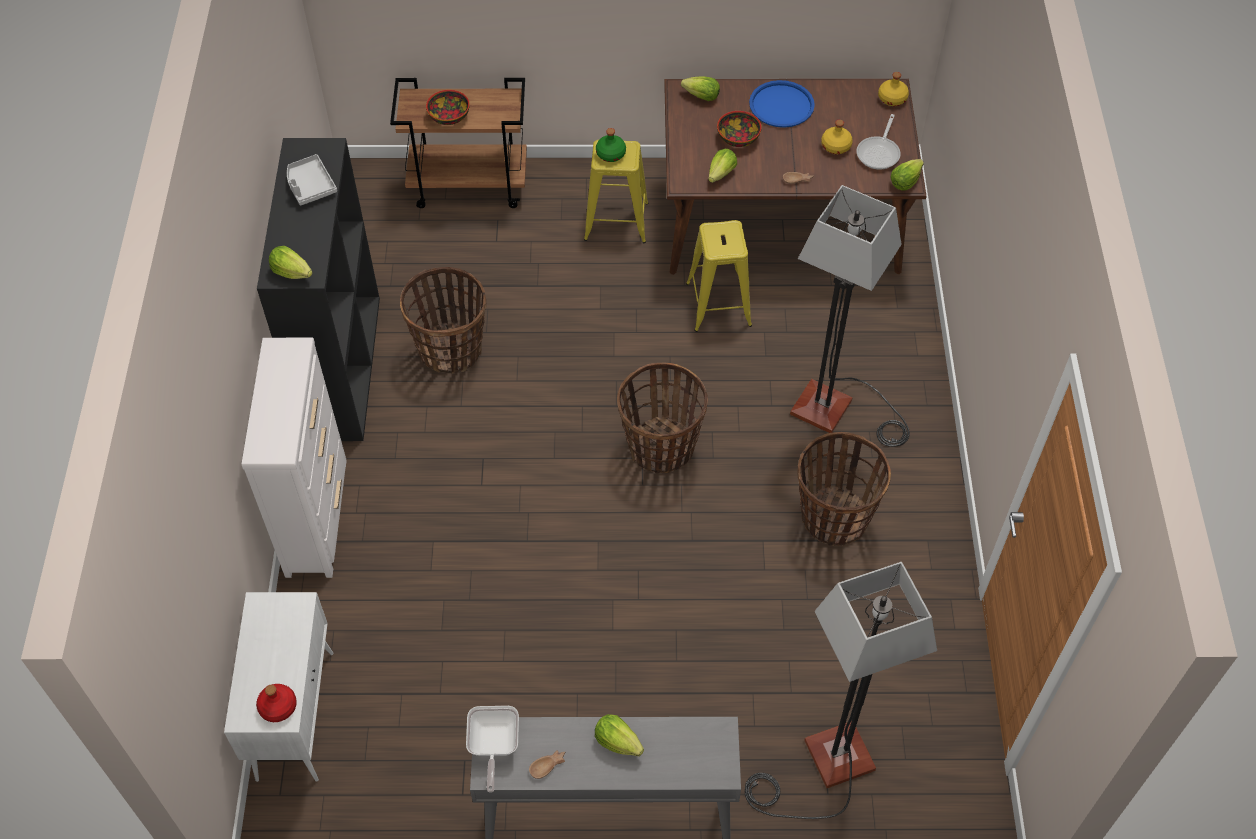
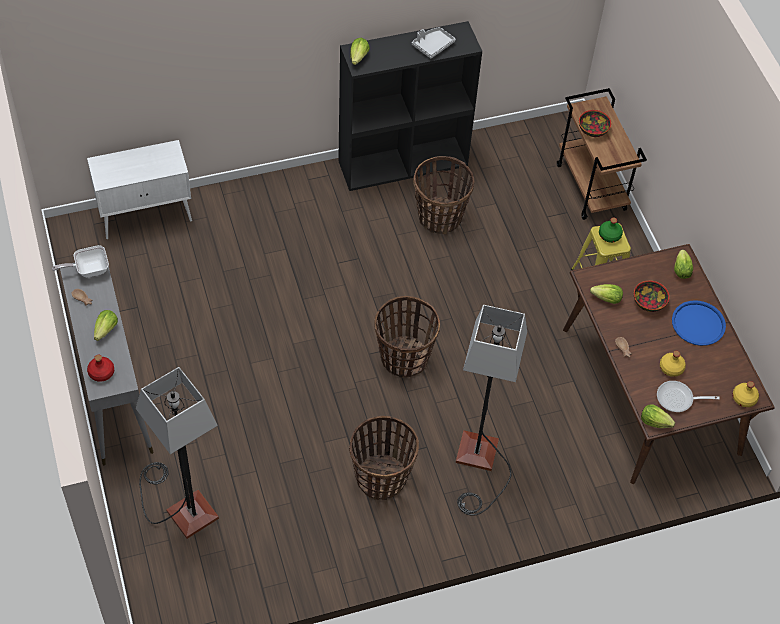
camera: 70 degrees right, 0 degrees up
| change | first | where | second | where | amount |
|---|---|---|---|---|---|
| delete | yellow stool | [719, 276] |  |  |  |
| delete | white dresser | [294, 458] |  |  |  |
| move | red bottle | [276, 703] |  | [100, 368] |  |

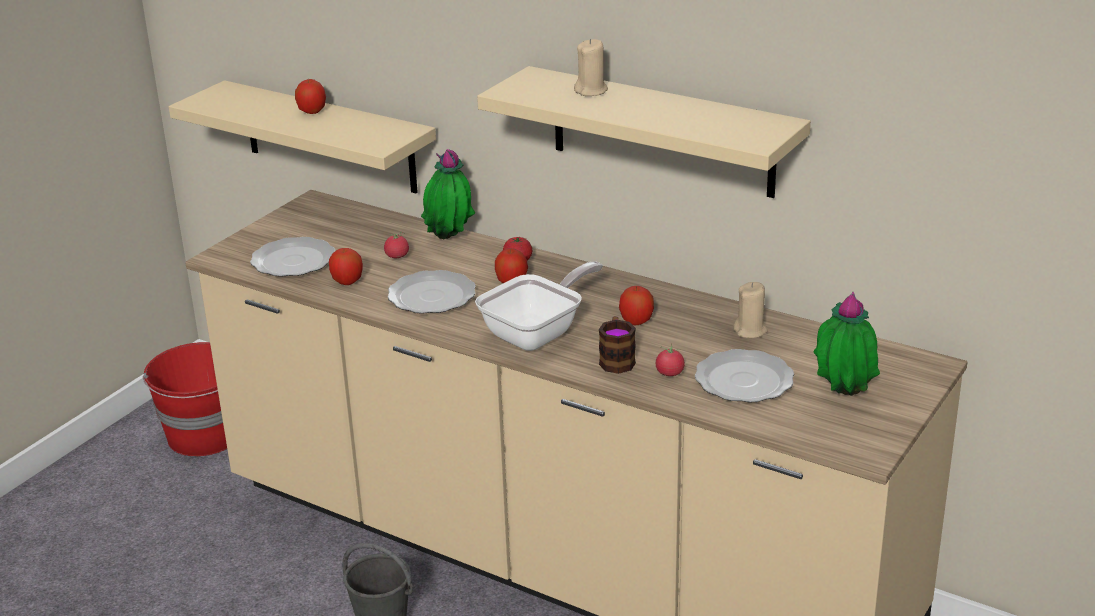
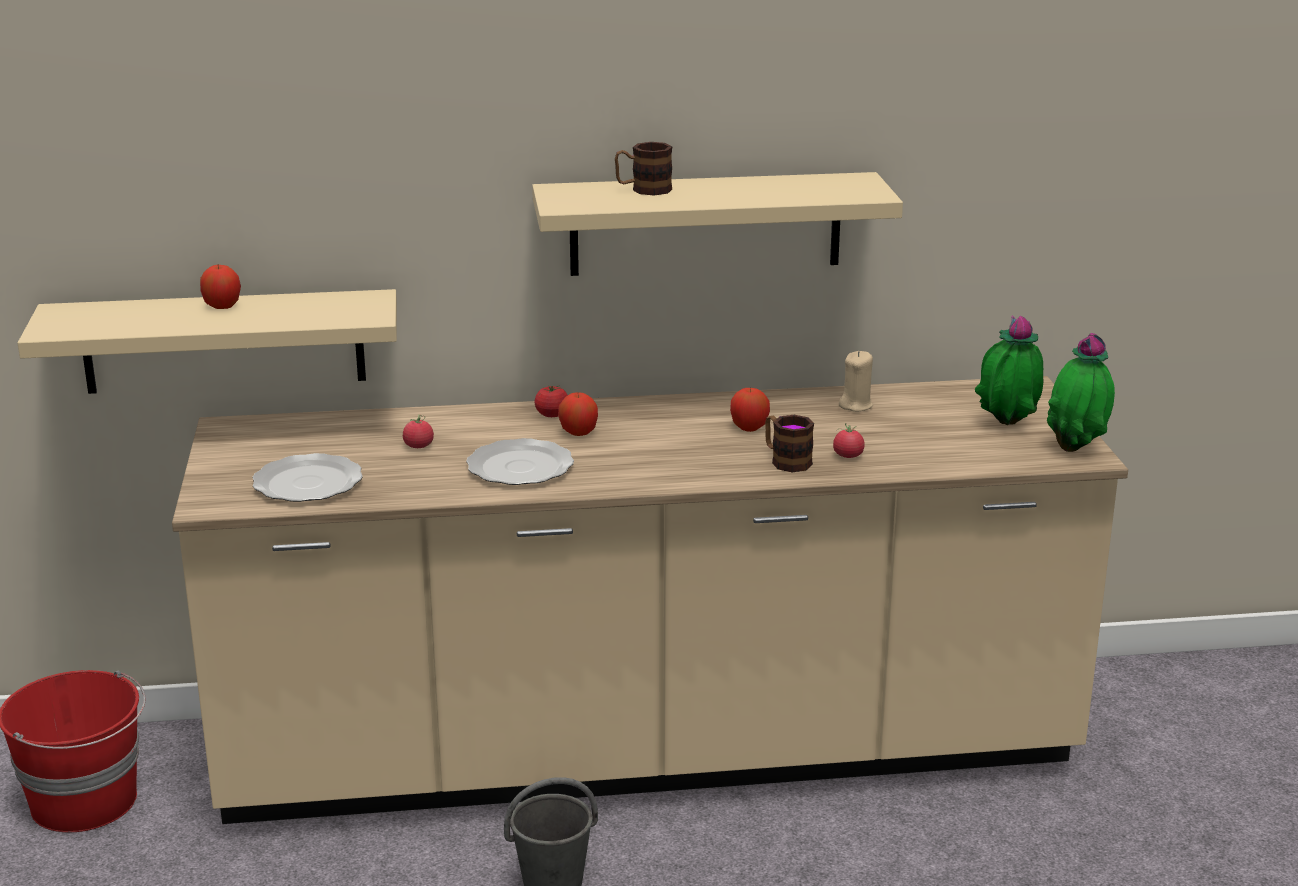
camera: 40 degrees left, 5 degrees down
| change | first | where | second | where | amount |
|---|---|---|---|---|---|
| replace | beige candle | [591, 67] | mug | [644, 169] |  |
| move | potted plant | [448, 194] |  | [1081, 392] |  |
| delete | apple | [346, 266] |  |  |  |
| delete | frying pan | [539, 306] |  |  |  |
| delete | plate | [744, 376] |  |  |  |

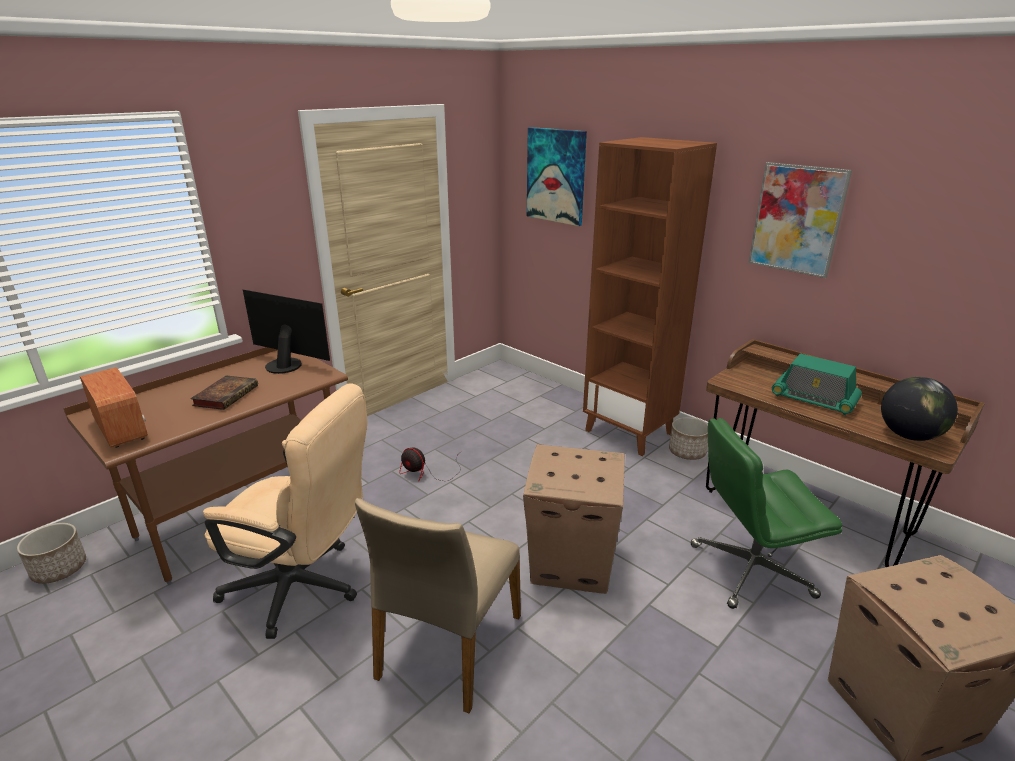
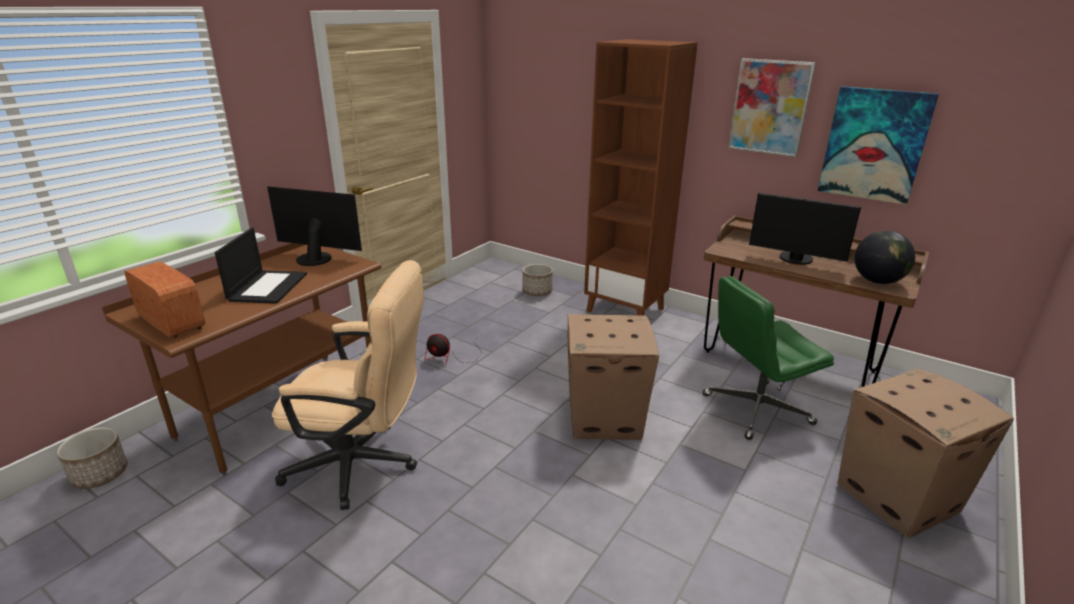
camera: 10 degrees left, 0 degrees up
| change | first | where | second | where | amount |
|---|---|---|---|---|---|
| move | picture | [557, 176] |  | [878, 145] |  |
| replace | radio | [817, 384] | monitor | [805, 229] |  |
| replace | book | [224, 392] | laptop | [261, 266] |  |
| move | planter | [688, 438] |  | [538, 280] |  |
| delete | beige chair | [438, 606] |  |  |  |

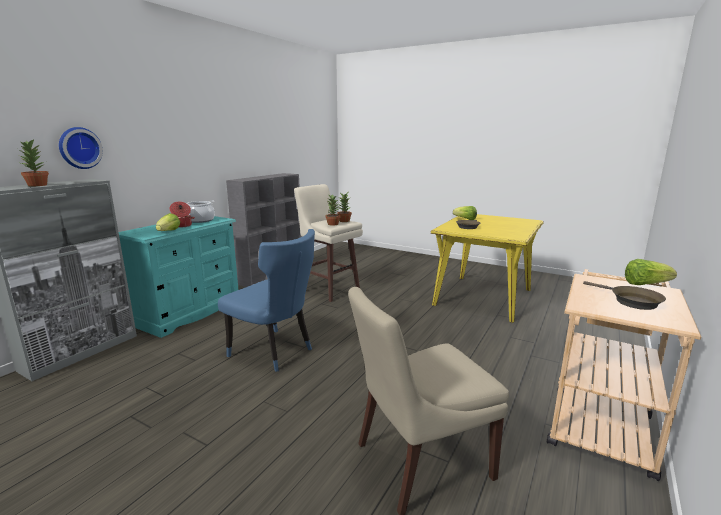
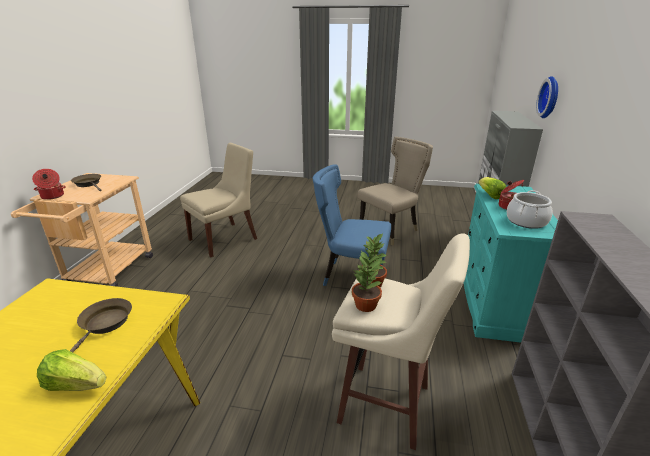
camera: 160 degrees right, 10 degrees up
| change | first | where | second | where | amount |
|---|---|---|---|---|---|
| delete | potted plant | [33, 162] |  |  |  |
| replace | lettuce | [651, 272] | cooking pot | [49, 184] |  |
| insert |  |  | beige chair | [395, 191] |  |

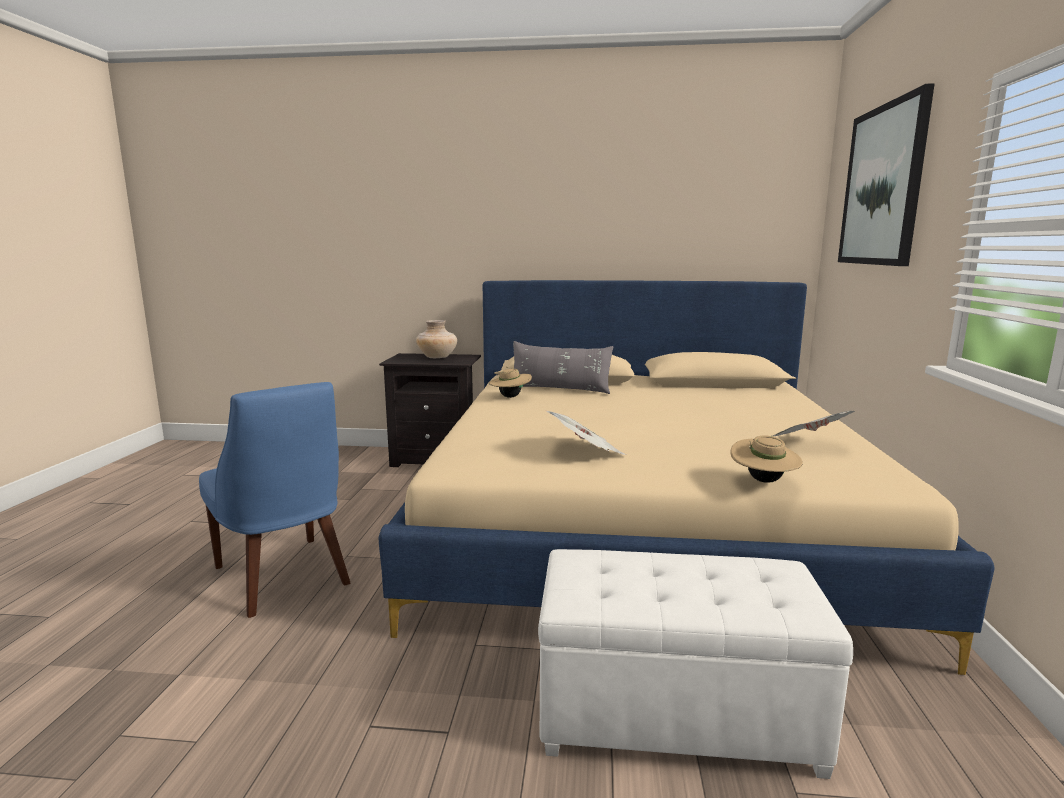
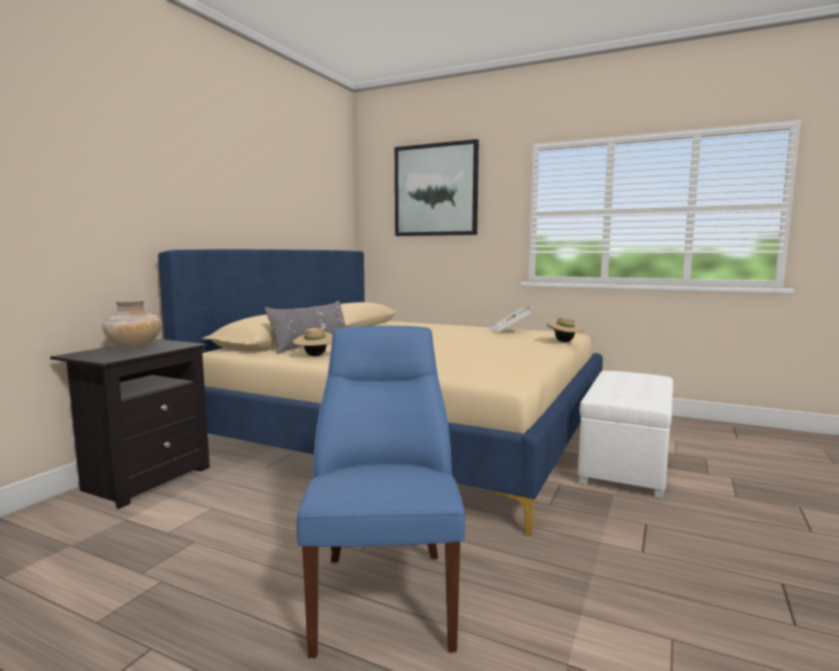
camera: 70 degrees left, 5 degrees down
| change | first | where | second | where | amount |
|---|---|---|---|---|---|
| rotate | blue chair | [275, 500] |  | [381, 492] | 75 degrees counterclockwise |
| delete | newspaper | [586, 433] |  |  |  |

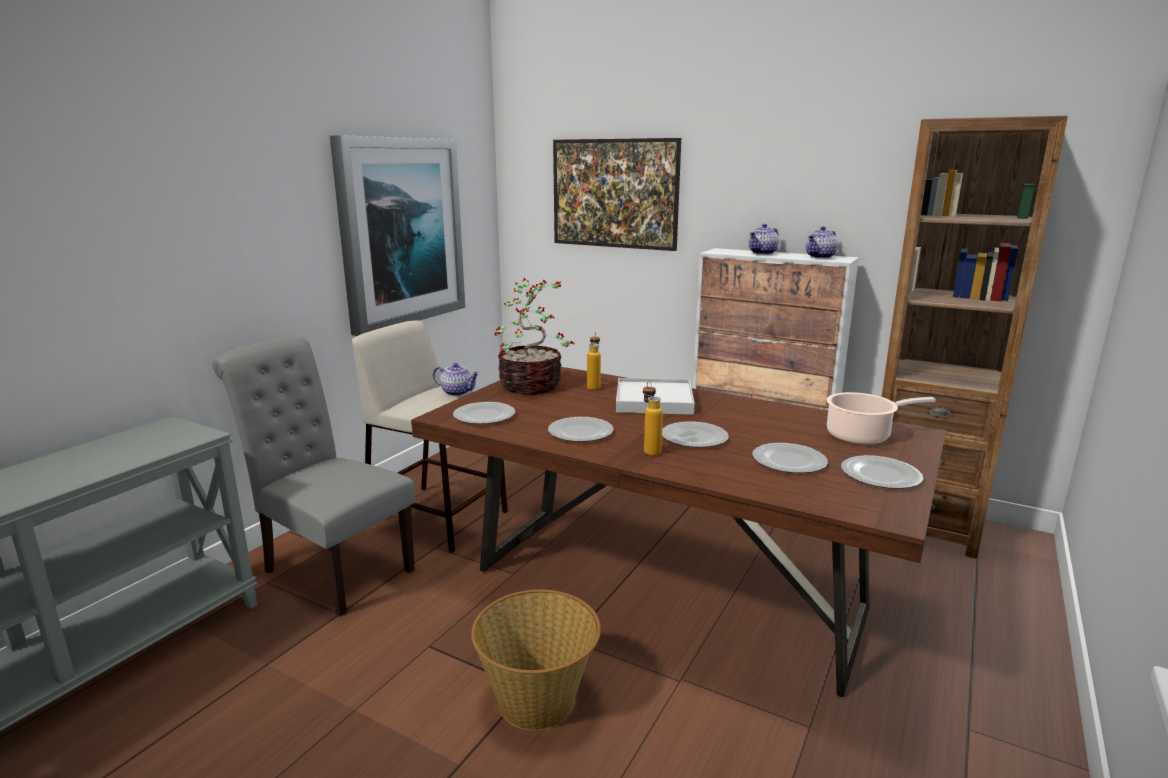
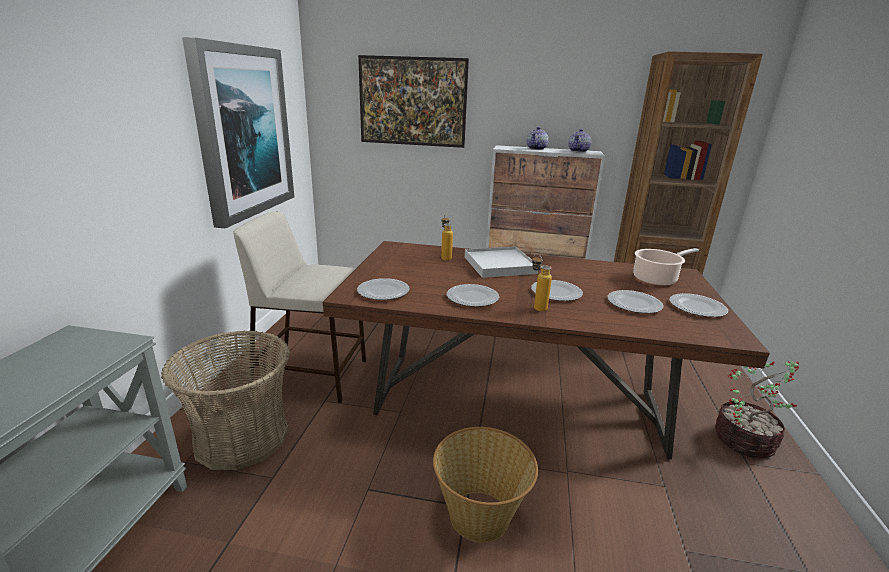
camera: 20 degrees left, 5 degrees up
| change | first | where | second | where | amount |
|---|---|---|---|---|---|
| move | potted plant | [534, 336] |  | [757, 409] |  |
| replace | grey chair | [313, 476] | basket | [225, 400] |  |
| delete | teapot | [456, 379] |  |  |  |

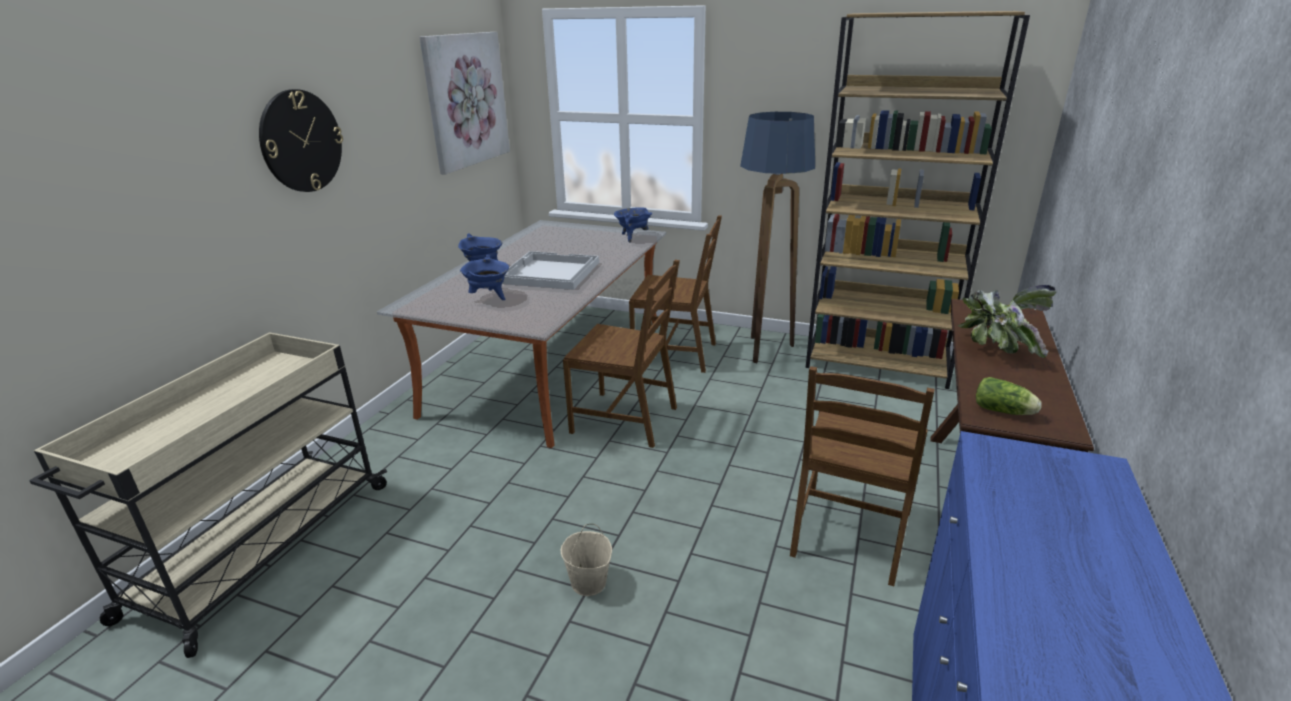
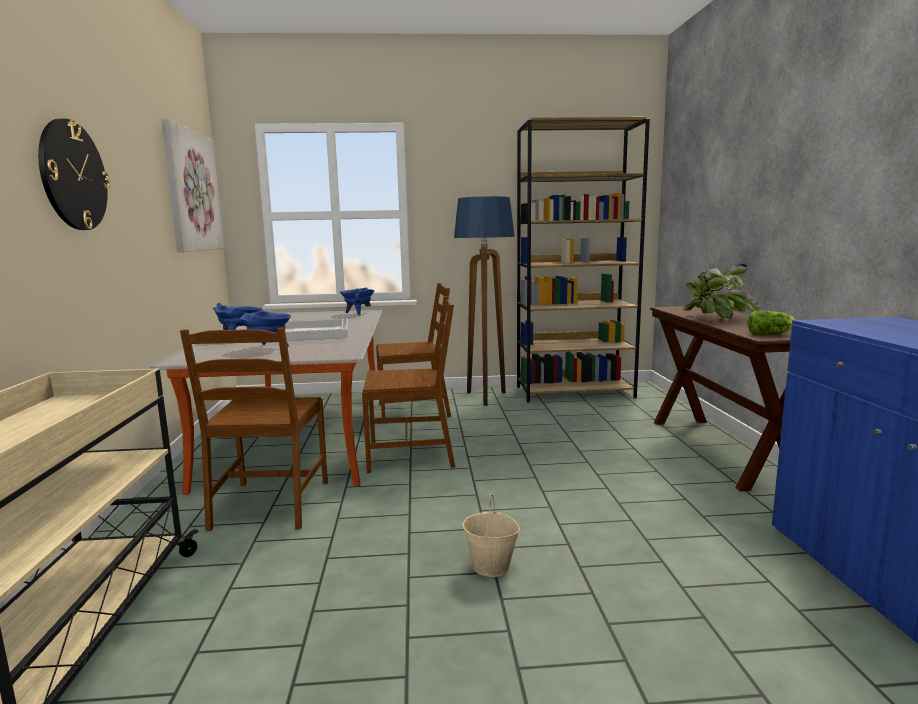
camera: 25 degrees left, 15 degrees down
| change | first | where | second | where | amount |
|---|---|---|---|---|---|
| move | brown chair | [862, 476] |  | [254, 429] |  |

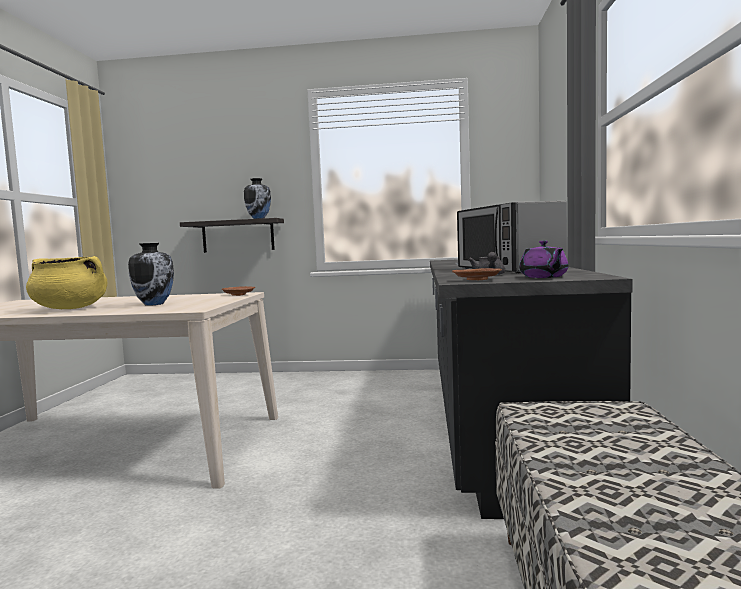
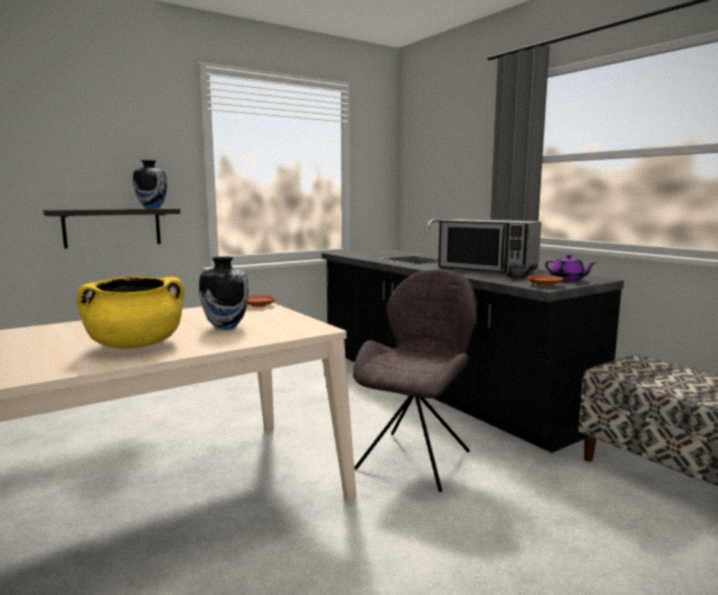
camera: 40 degrees left, 5 degrees up
| change | first | where | second | where | amount |
|---|---|---|---|---|---|
| insert |  |  | grey chair | [415, 380] |  |

